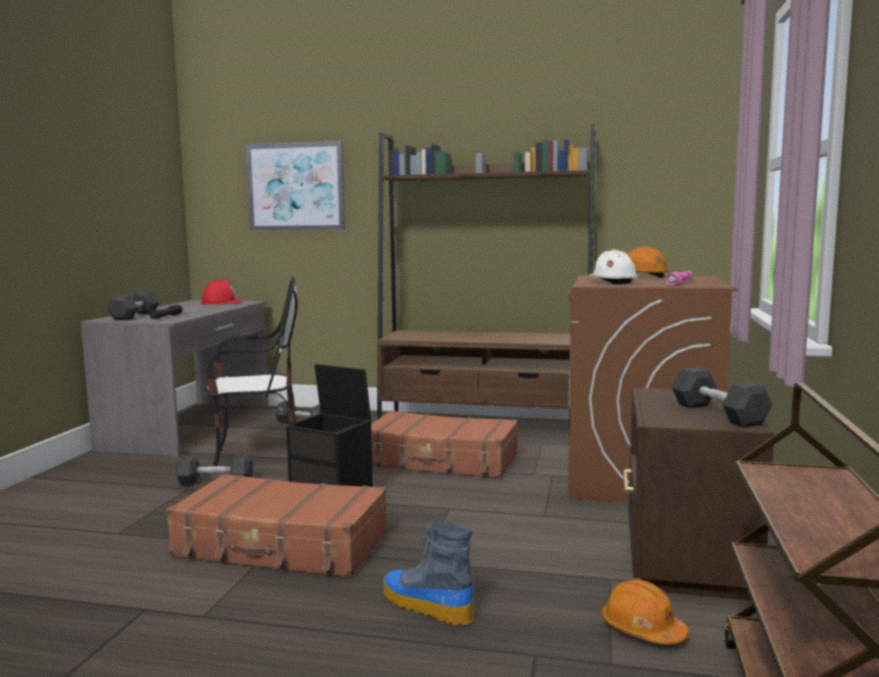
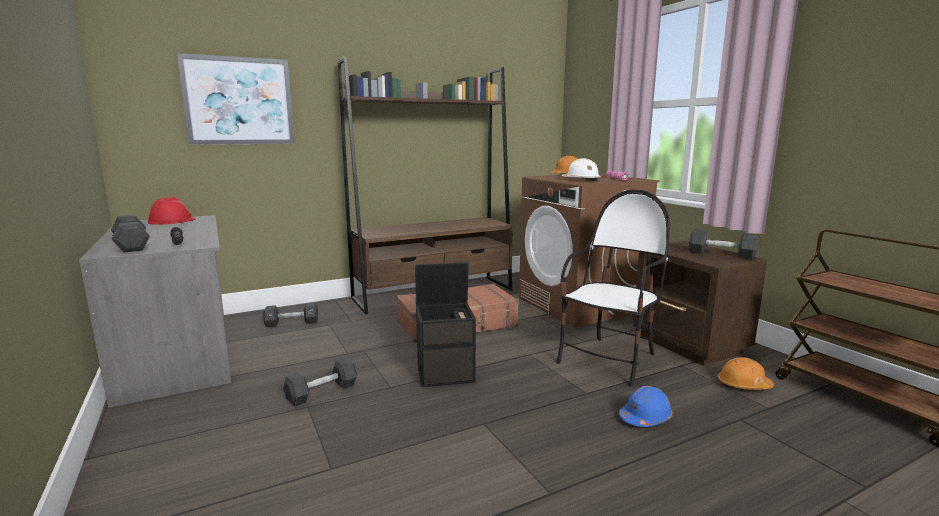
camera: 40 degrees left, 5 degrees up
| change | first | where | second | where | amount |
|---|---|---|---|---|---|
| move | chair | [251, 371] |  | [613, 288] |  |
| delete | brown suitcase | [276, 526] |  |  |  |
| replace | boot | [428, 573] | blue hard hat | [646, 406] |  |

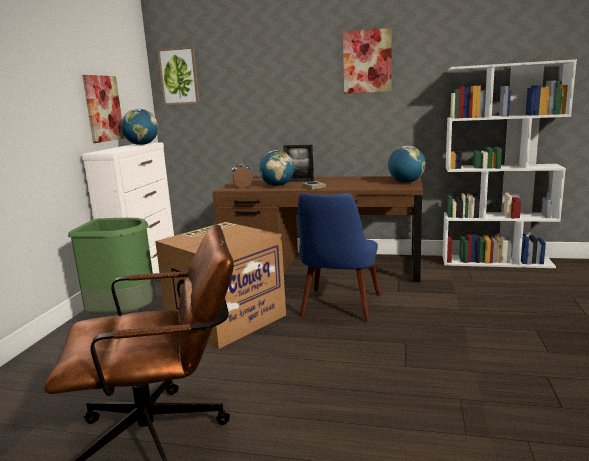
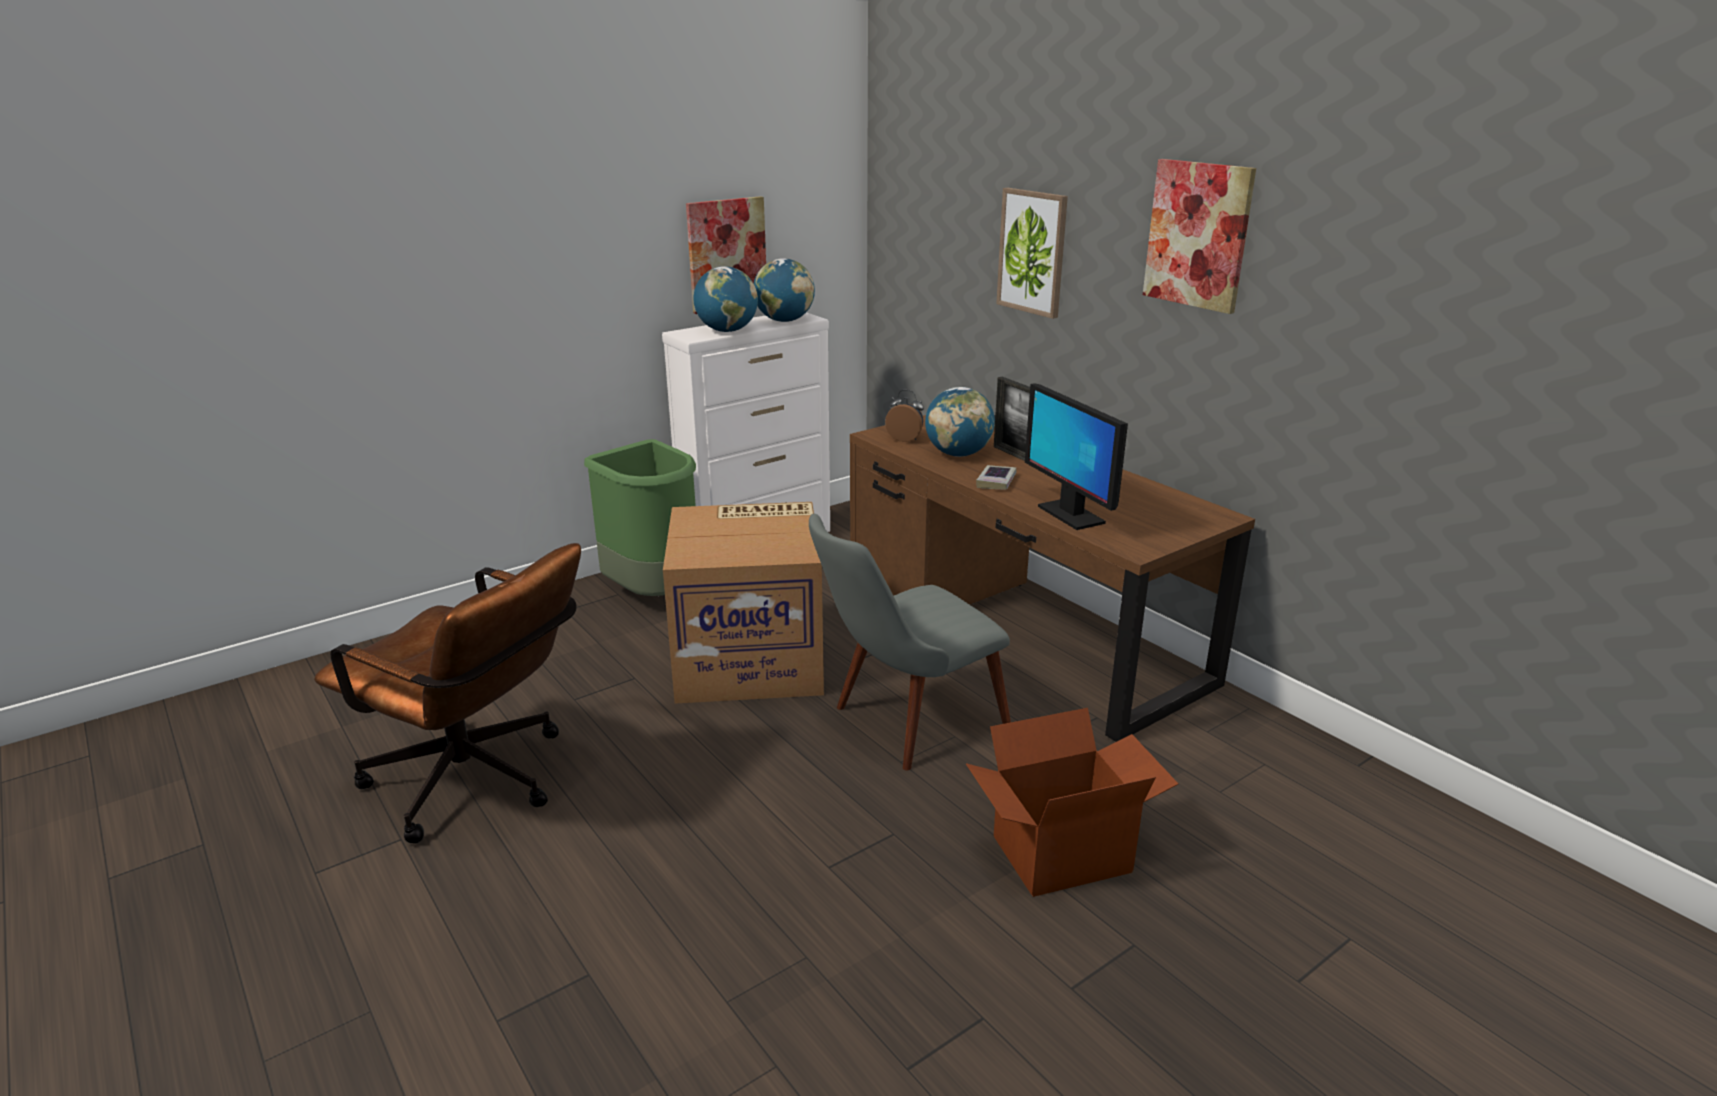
camera: 40 degrees right, 10 degrees up
| change | first | where | second | where | amount |
|---|---|---|---|---|---|
| move | picture | [178, 75] |  | [1032, 253] |  |
| delete | white bookcase | [509, 163] |  |  |  |
| move | globe | [407, 164] |  | [725, 299] |  |
| recolor | blue chair | [339, 258] | grey chair | [910, 642] |  |
| insert |  |  | monitor | [1076, 456] |  |
| insert |  |  | cardboard box | [1072, 802] |  |

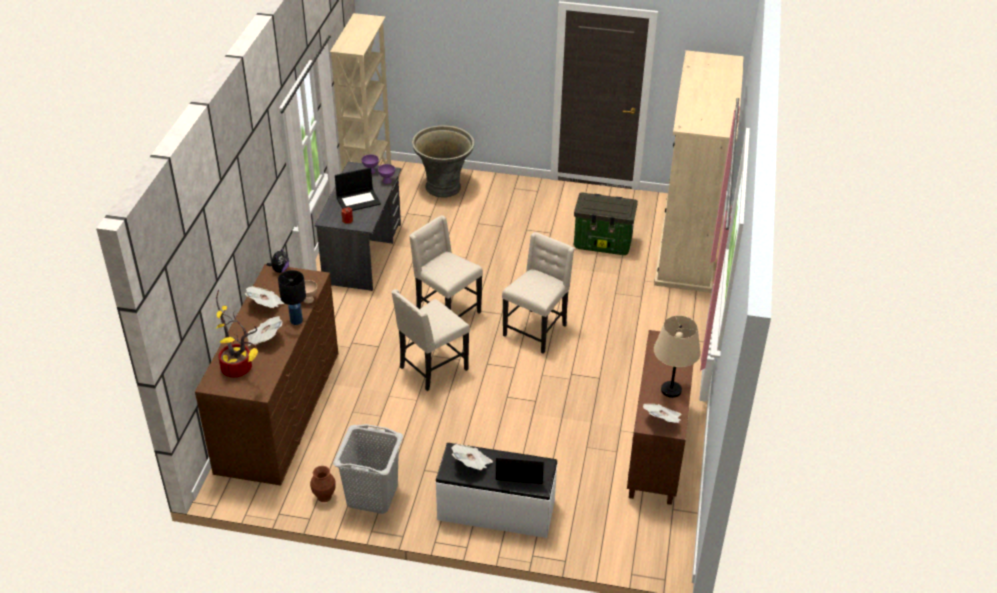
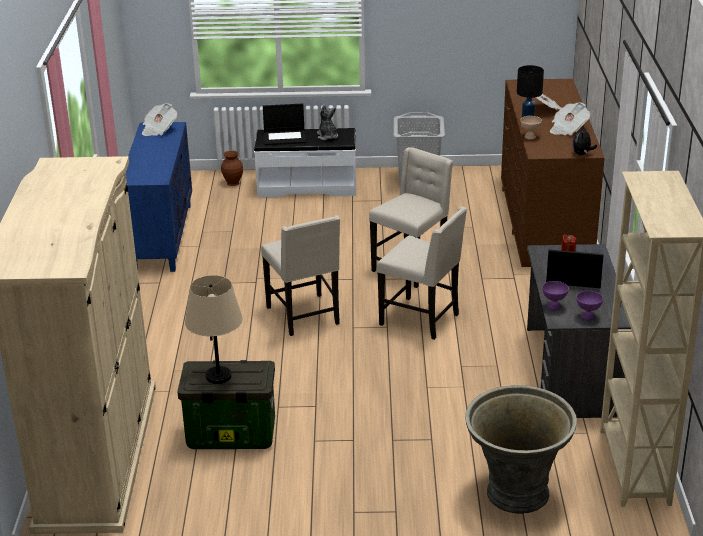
camera: 170 degrees right, 10 degrees down
| change | first | where | second | where | amount |
|---|---|---|---|---|---|
| rotate | laptop | [358, 189] |  | [574, 268] | 45 degrees clockwise |
| rotate | beige chair | [538, 293] |  | [300, 275] | 45 degrees counterclockwise |
| delete | potted plant | [237, 333] |  |  |  |
| move | beige table lamp | [677, 357] |  | [214, 329] |  |
| recolor | brown cabinet | [660, 417] | blue cabinet | [159, 197] |  |
| replace | newspaper | [472, 457] | plush toy | [327, 122] |  |
| move | brown vase | [323, 484] |  | [232, 168] |  |

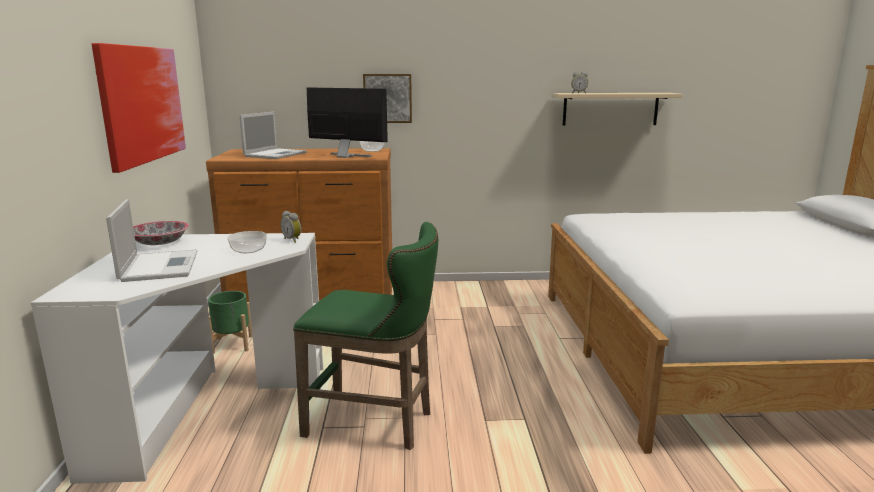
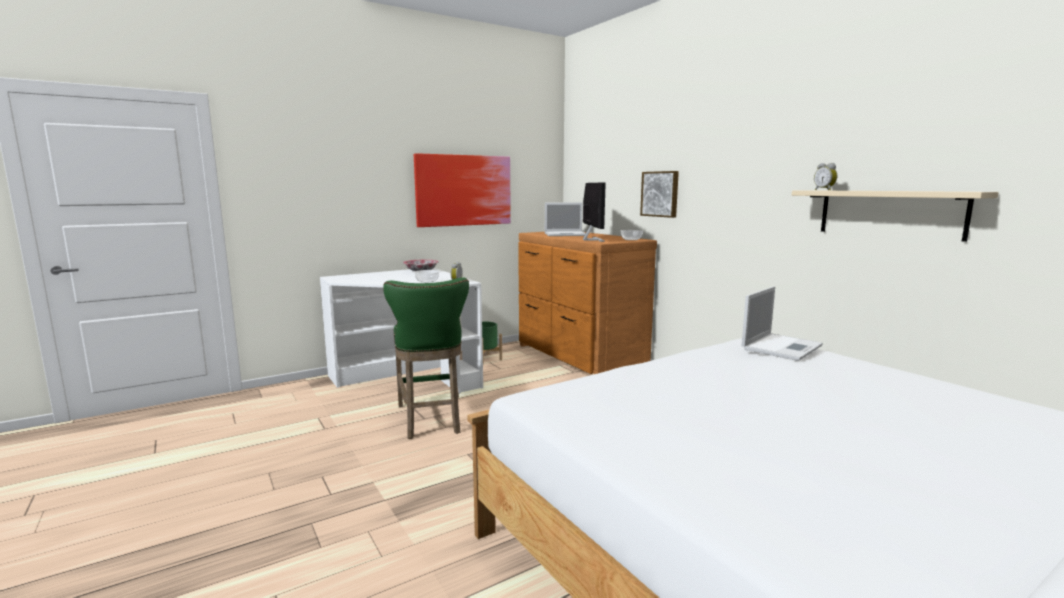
camera: 60 degrees right, 5 degrees down
| change | first | where | second | where | amount |
|---|---|---|---|---|---|
| move | laptop | [152, 240] |  | [782, 323] |  |

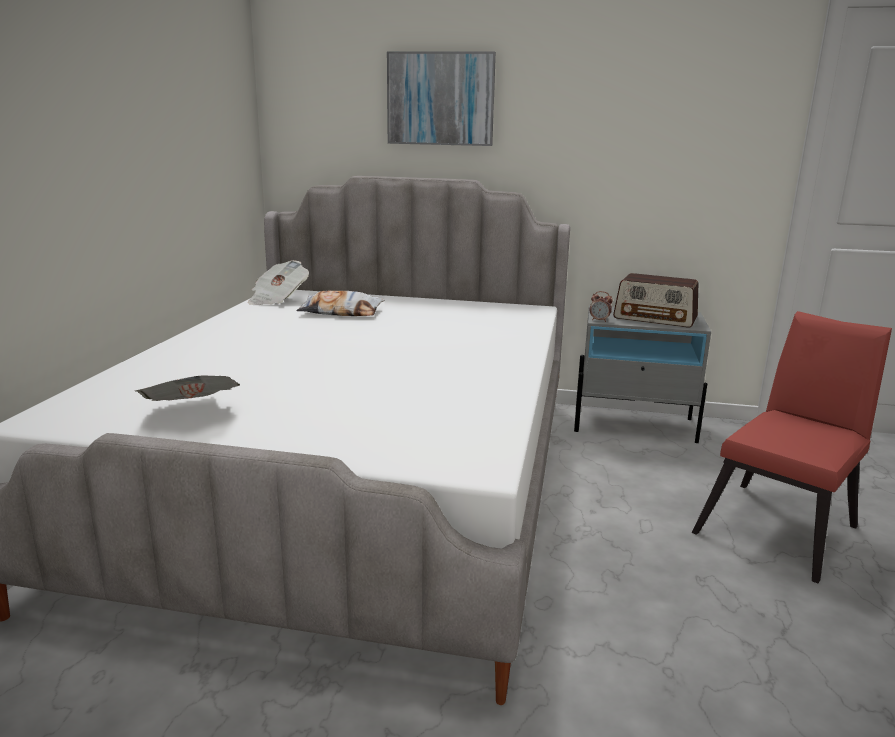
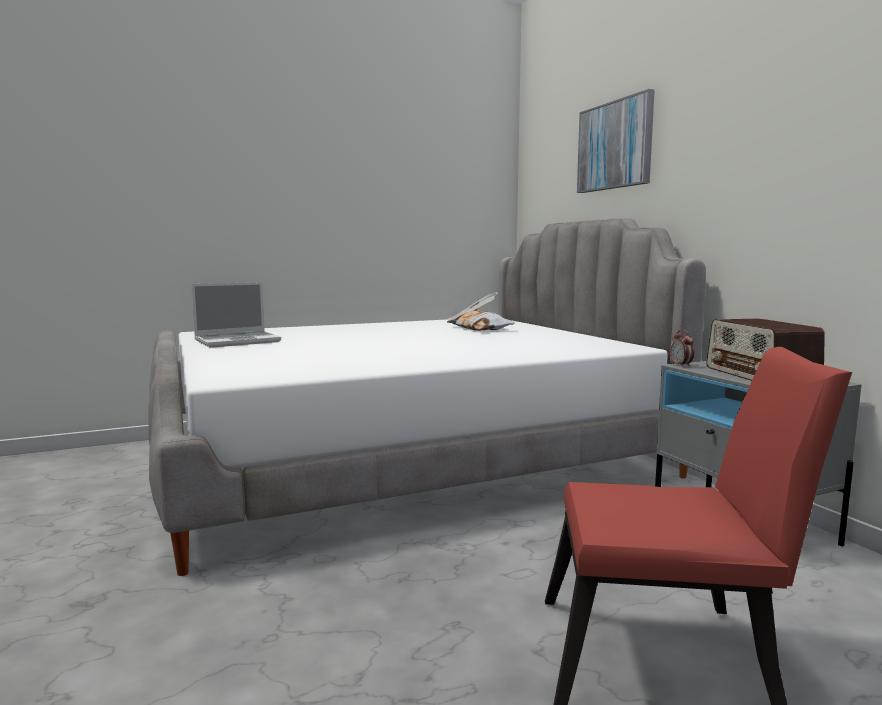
camera: 55 degrees right, 10 degrees down
| change | first | where | second | where | amount |
|---|---|---|---|---|---|
| replace | newspaper | [187, 388] | laptop | [236, 315] |  |

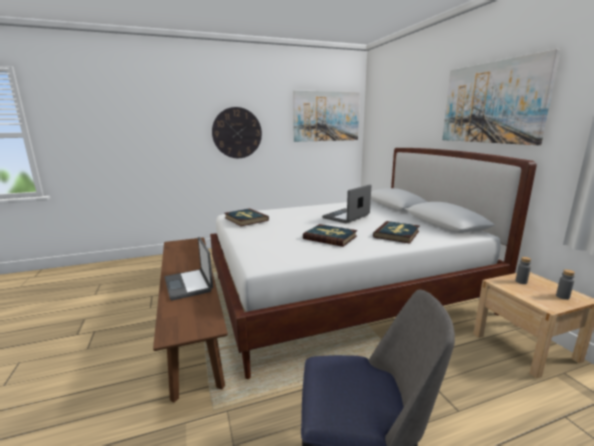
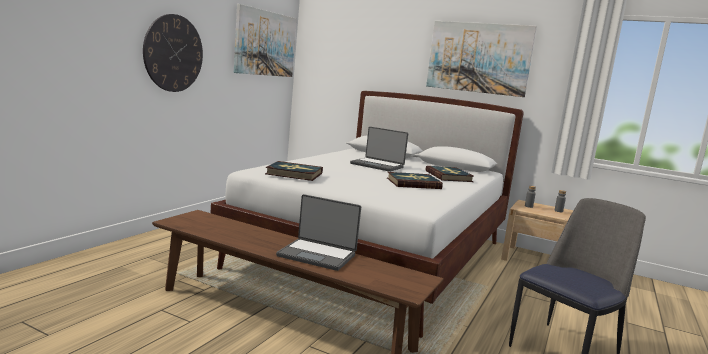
camera: 45 degrees left, 5 degrees down
| change | first | where | second | where | amount |
|---|---|---|---|---|---|
| rotate | laptop | [346, 204] |  | [379, 149] | 60 degrees counterclockwise |

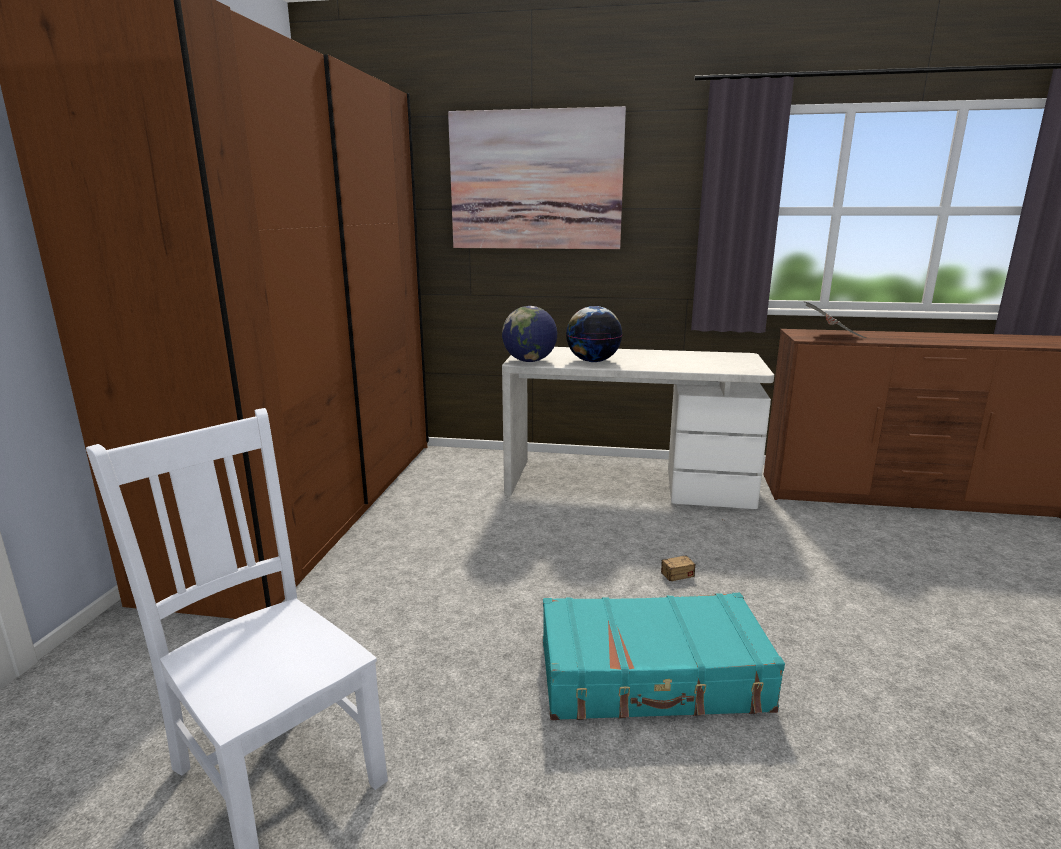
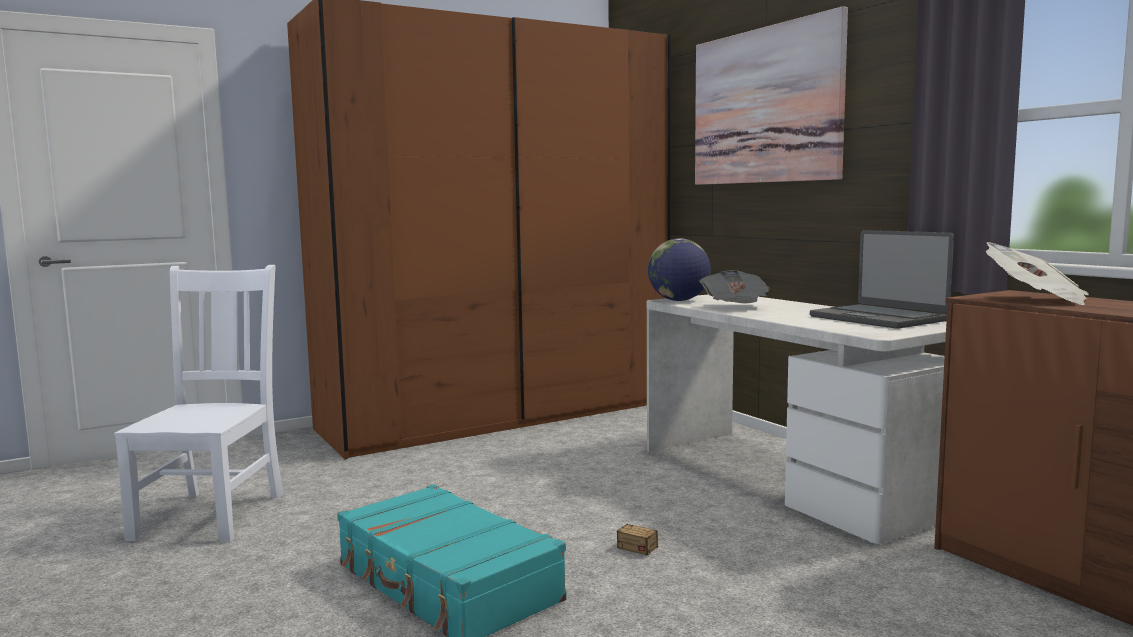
camera: 50 degrees right, 10 degrees down
| change | first | where | second | where | amount |
|---|---|---|---|---|---|
| replace | globe | [594, 334] | newspaper | [734, 286] |  |
| insert |  |  | laptop | [882, 279] |  |

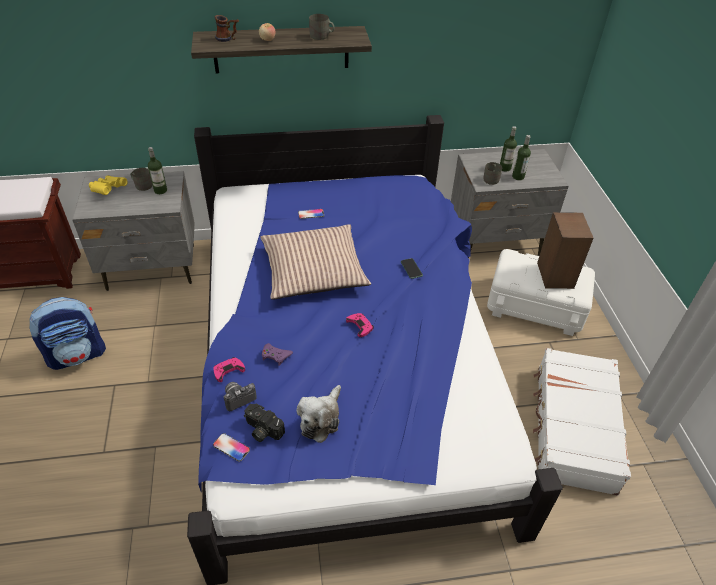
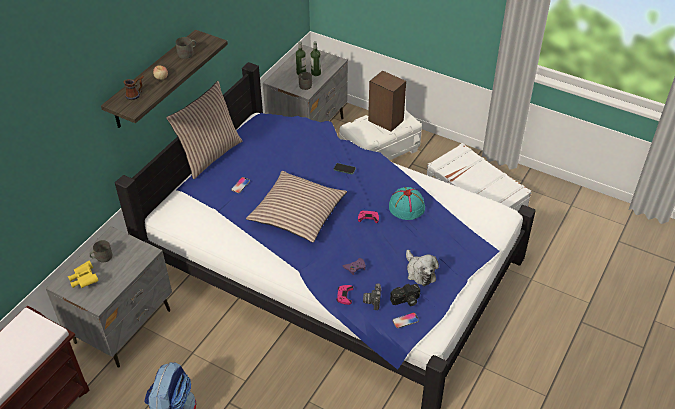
camera: 50 degrees left, 0 degrees up
| change | first | where | second | where | amount |
|---|---|---|---|---|---|
| delete | bottle | [157, 170] |  |  |  |
| insert |  |  | pillow | [204, 130] |  |
| insert |  |  | turquoise hat | [407, 203] |  |

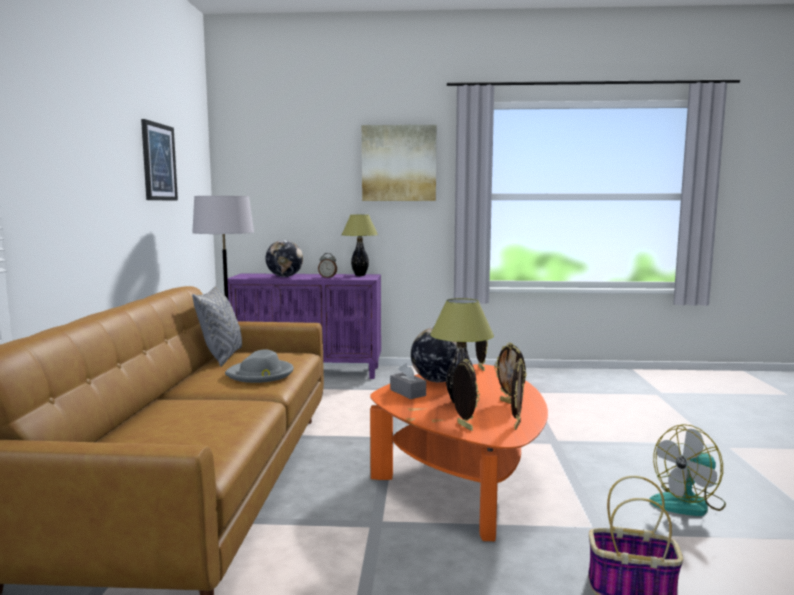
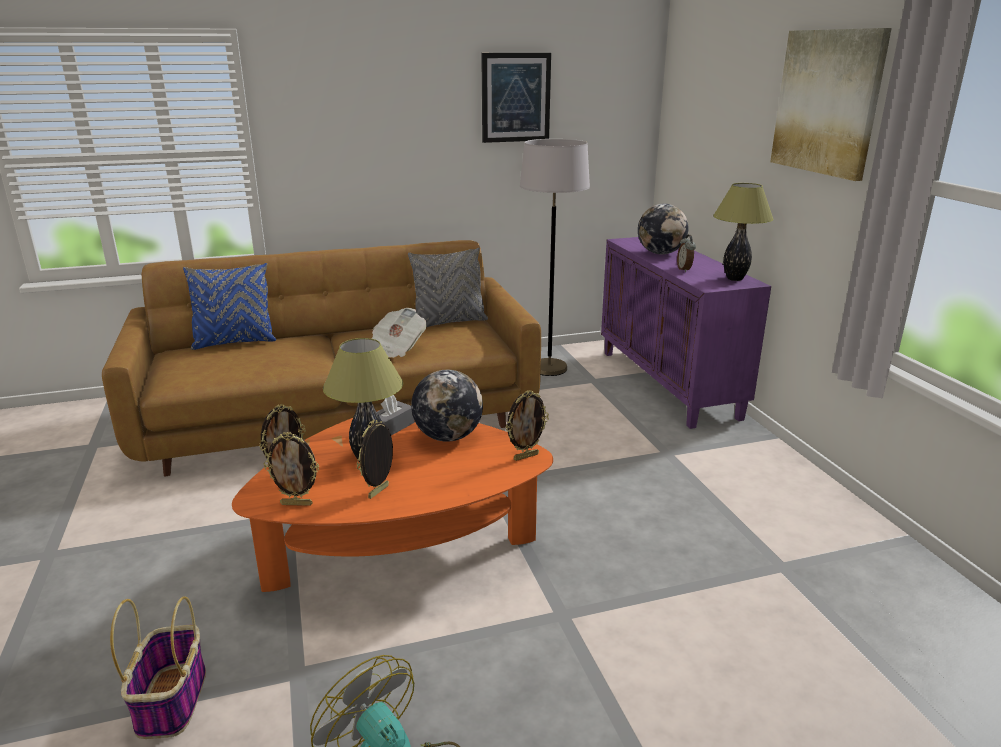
camera: 70 degrees right, 15 degrees up
| change | first | where | second | where | amount |
|---|---|---|---|---|---|
| replace | grey hat | [259, 366] | newspaper | [399, 333] |  |
| insert |  |  | blue pillow | [229, 306] |  |

